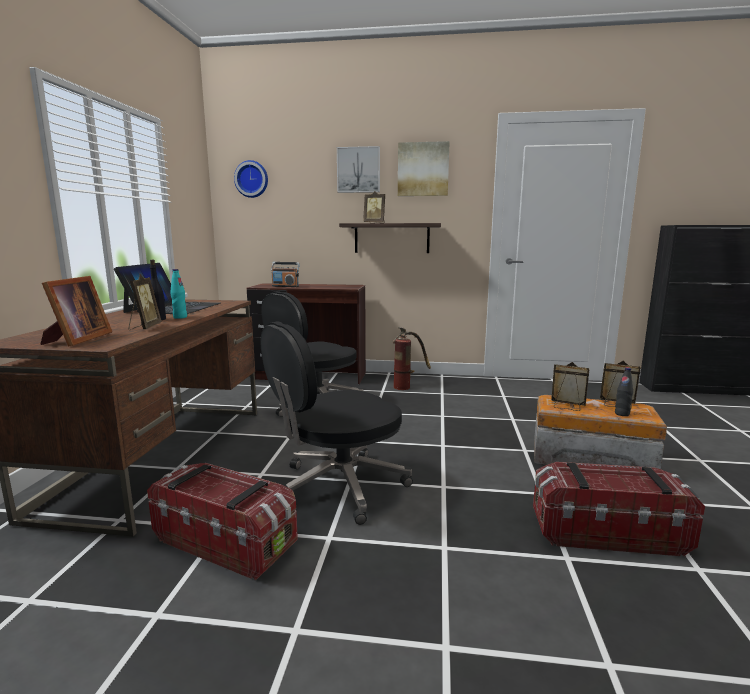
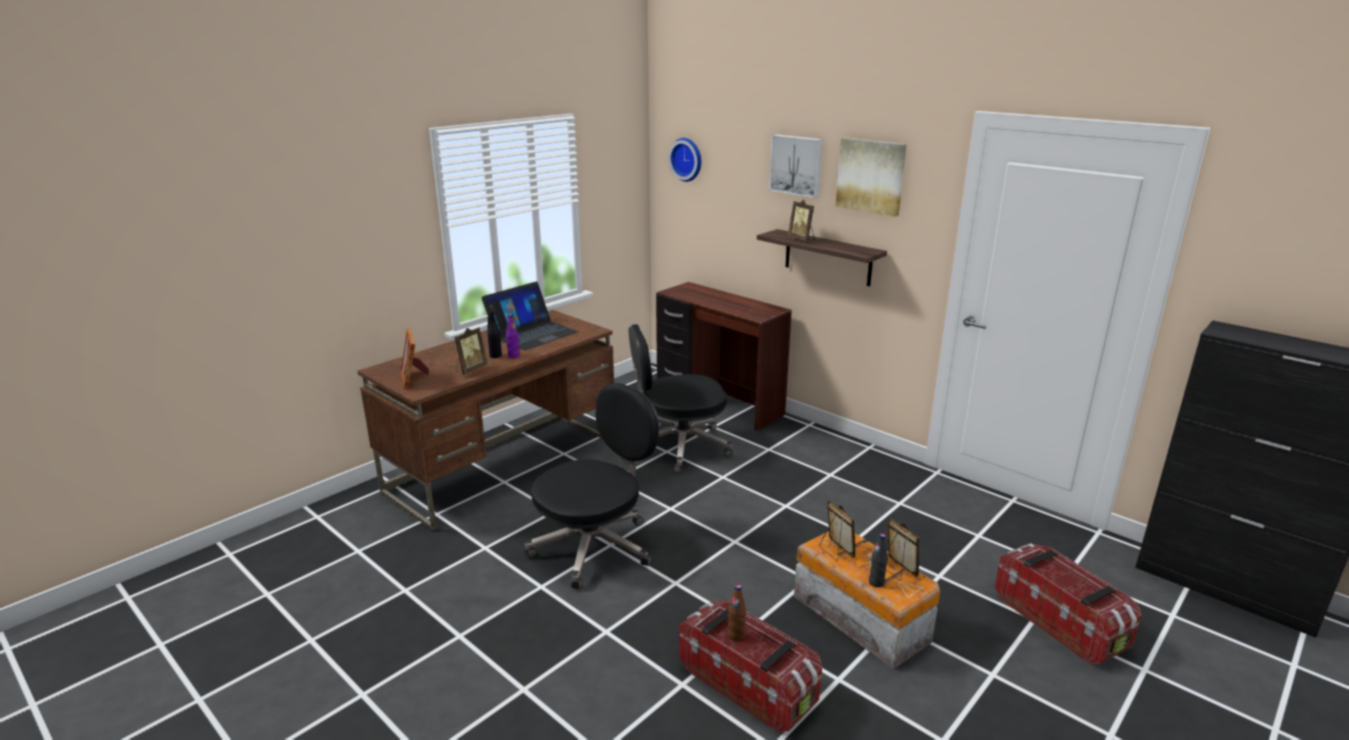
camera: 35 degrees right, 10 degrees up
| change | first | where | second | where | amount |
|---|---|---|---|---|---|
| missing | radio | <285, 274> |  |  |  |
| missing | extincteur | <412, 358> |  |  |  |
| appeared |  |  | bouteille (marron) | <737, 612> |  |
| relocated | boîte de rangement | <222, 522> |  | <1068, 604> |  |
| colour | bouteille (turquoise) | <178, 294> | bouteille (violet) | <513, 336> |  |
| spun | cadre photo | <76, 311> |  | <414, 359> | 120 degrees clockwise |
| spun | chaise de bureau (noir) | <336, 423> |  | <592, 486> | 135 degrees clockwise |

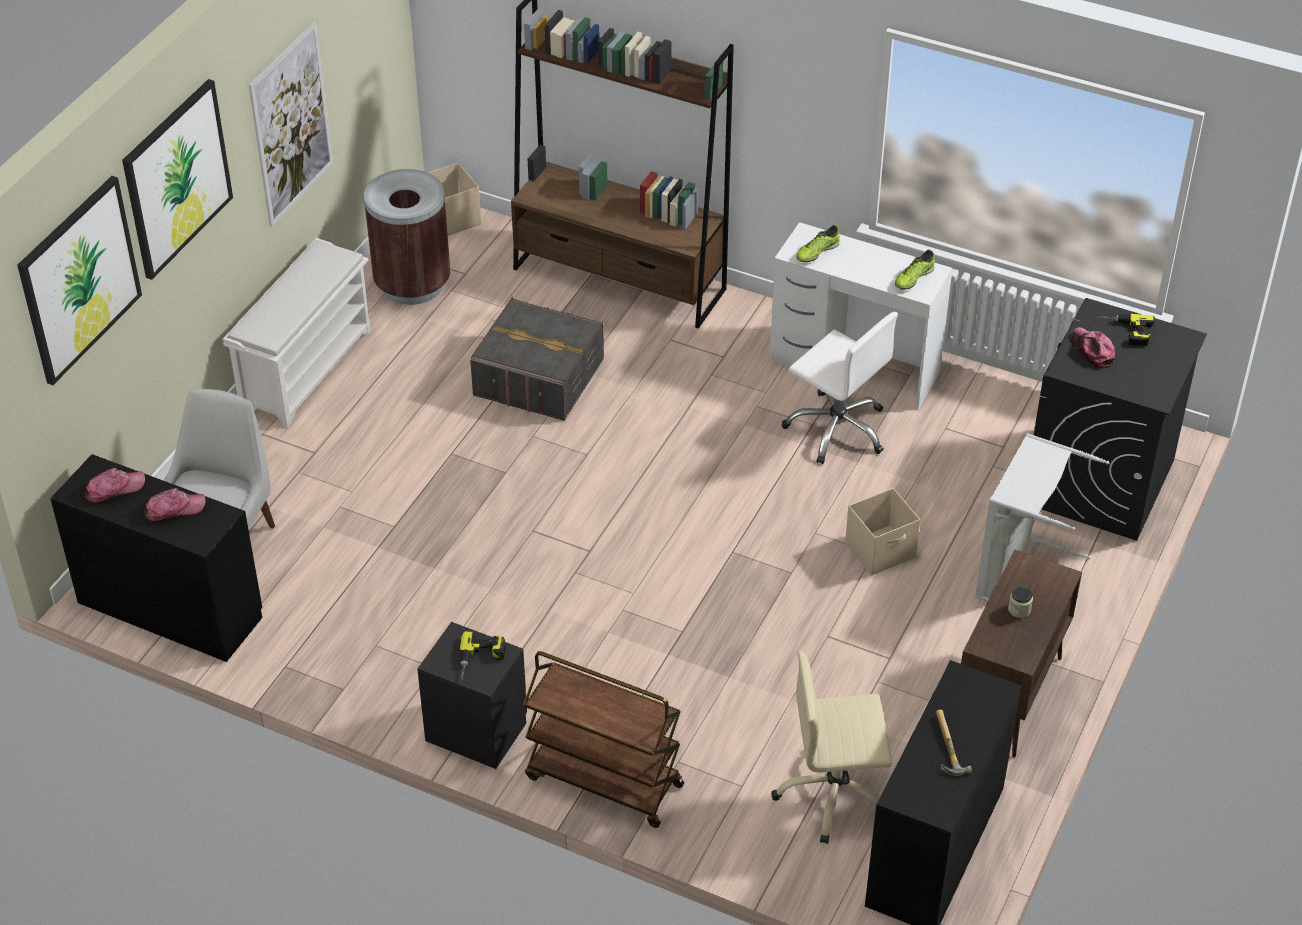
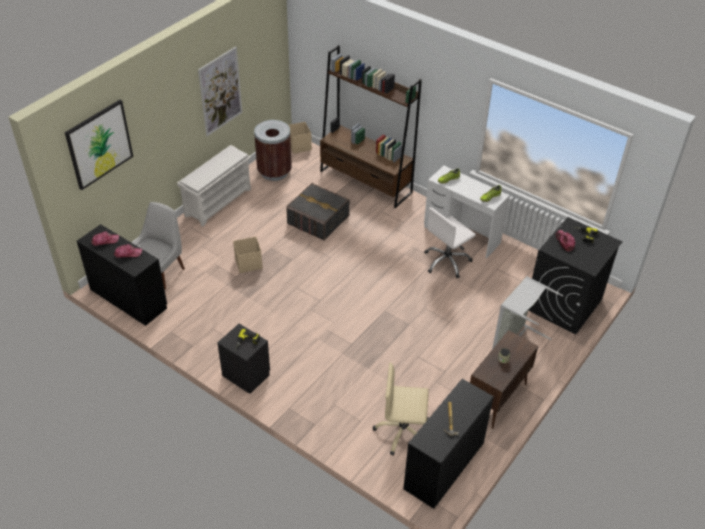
camera: 10 degrees right, 0 degrees up
| change | first | where | second | where | amount |
|---|---|---|---|---|---|
| missing | tableau | <177, 179> |  |  |  |
| missing | chariot (marron) | <603, 739> |  |  |  |
| relocated | boîte de rangement (beige) | <882, 532> |  | <248, 255> |  |
| spun | chaise de bureau (blanc) | <840, 388> |  | <450, 242> | 90 degrees clockwise |

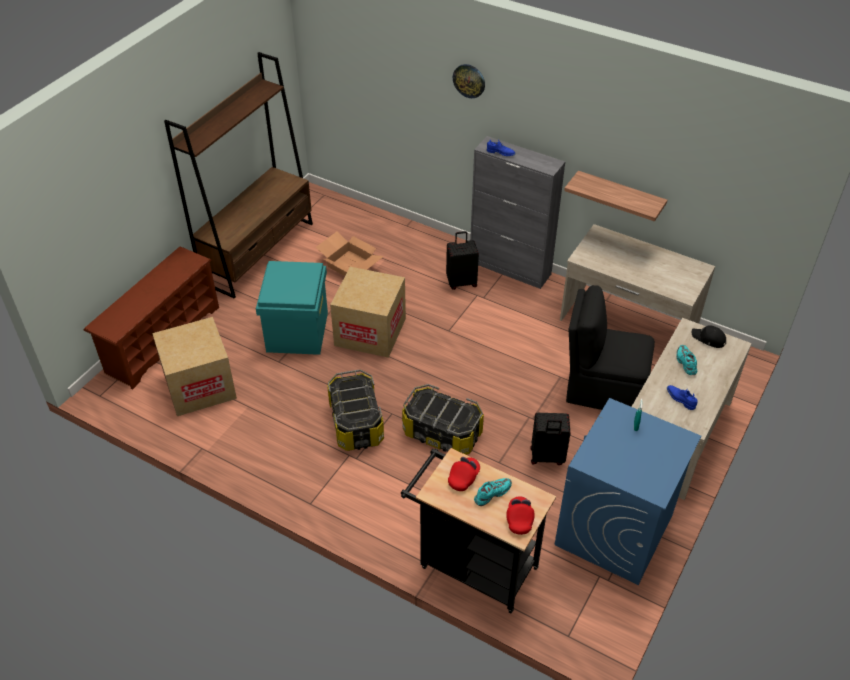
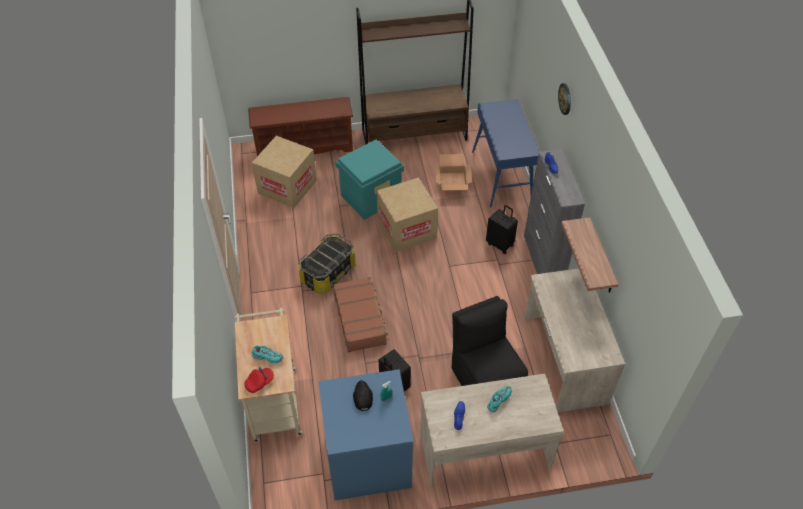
camera: 50 degrees right, 5 degrees up
| change | first | where | second | where | amount |
|---|---|---|---|---|---|
| missing | casquette (rouge) | <464, 474> |  |  |  |
| appeared |  |  | table console (bleu) | <505, 153> |  |
| relocated | casquette (noir) | <709, 337> |  | <363, 395> |  |
| exchanged | boîte de rangement | <443, 419> | valise (marron) | <360, 314> |  |
| colour | chariot (noir) | <478, 530> | chariot (beige) | <269, 375> |  |

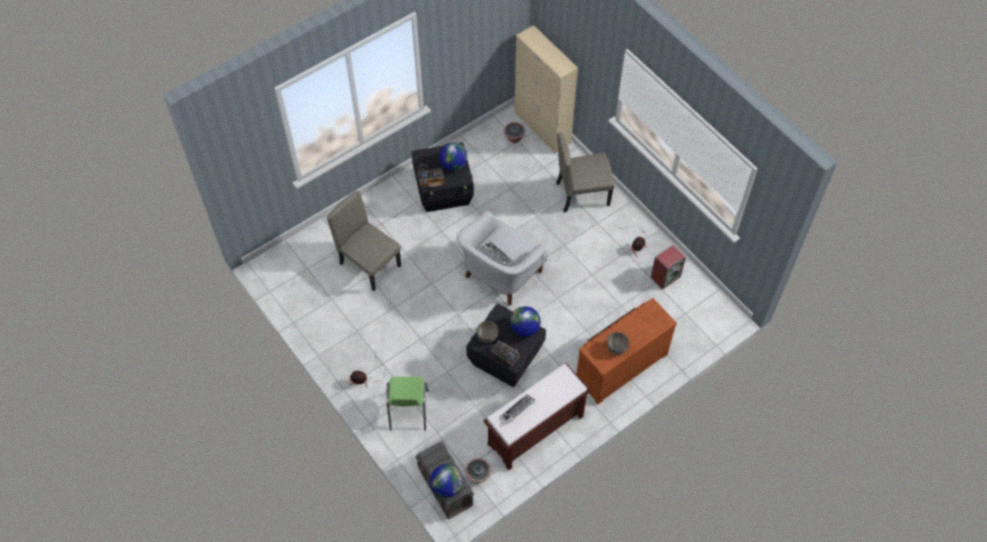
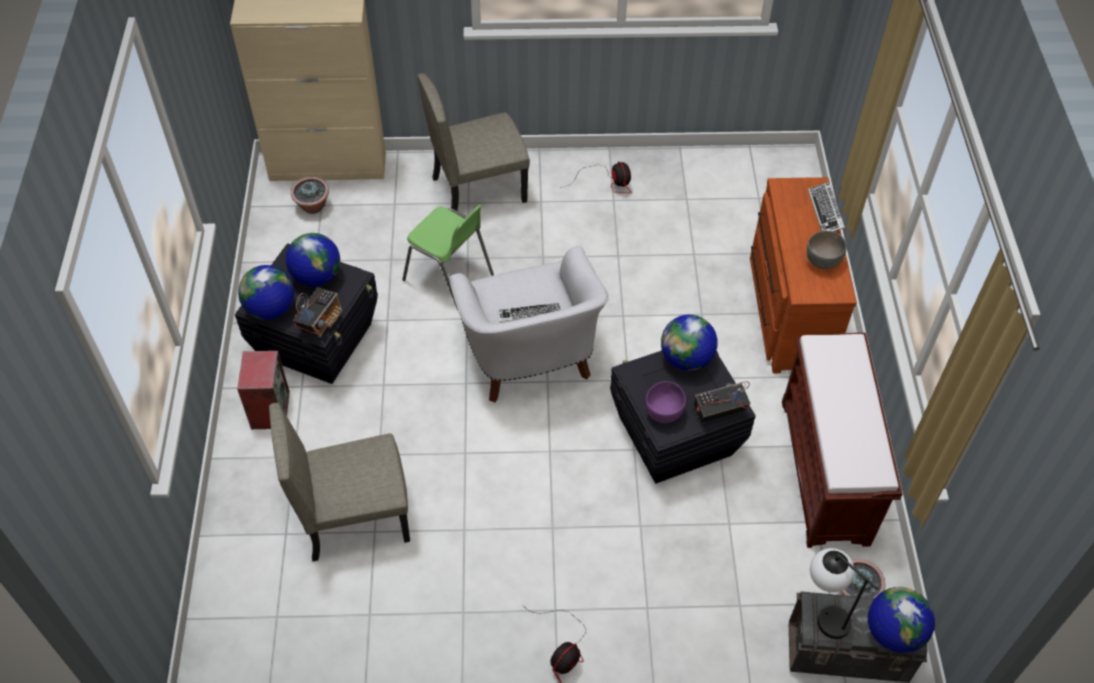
camera: 55 degrees left, 5 degrees down
| change | first | where | second | where | amount |
|---|---|---|---|---|---|
| appeared |  |  | globe | <266, 292> |  |
| appeared |  |  | lampe de table | <844, 593> |  |
| relocated | chaise (vert) | <407, 404> |  | <448, 257> |  |
| relocated | clavier | <517, 409> |  | <826, 207> |  |
| relocated | enceinte | <668, 267> |  | <263, 390> |  |
| colour | bol (gris) | <487, 332> | bol (violet) | <666, 402> |  |
| spun | chaise (beige) | <585, 172> |  | <473, 141> | 45 degrees clockwise |

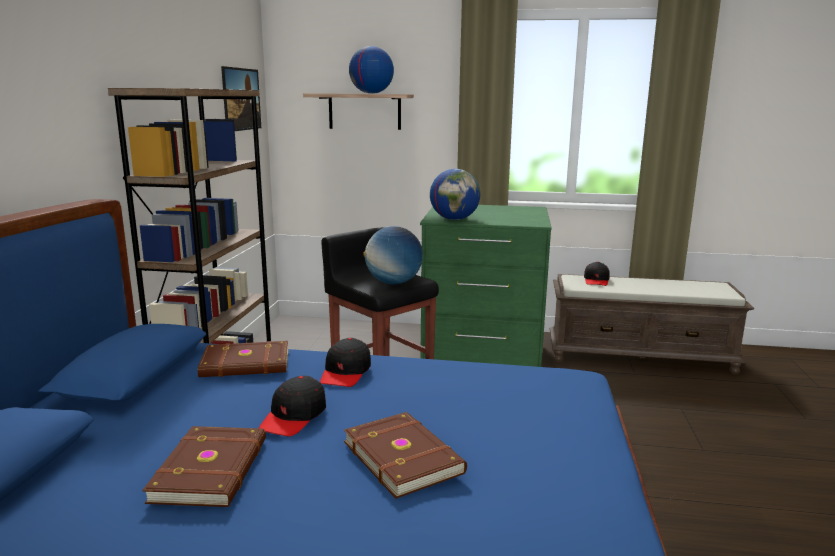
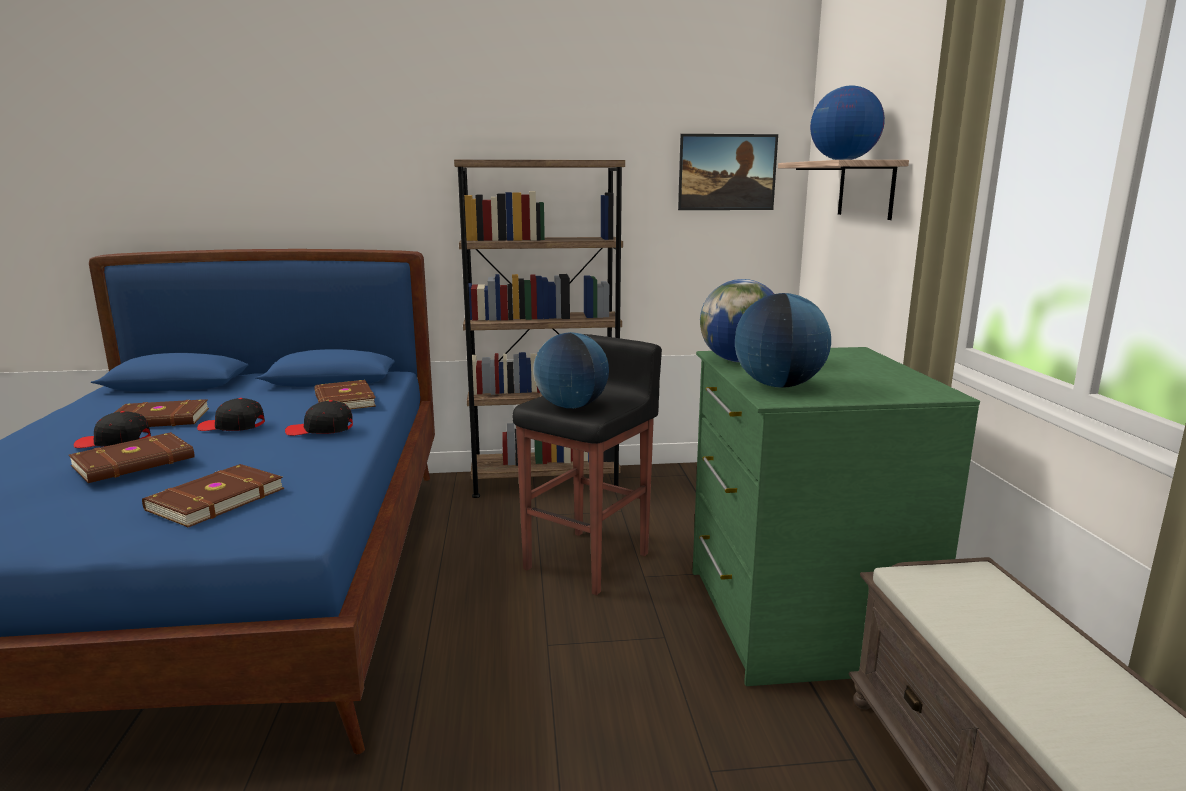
camera: 75 degrees right, 0 degrees up
| change | first | where | second | where | amount |
|---|---|---|---|---|---|
| appeared |  |  | livre (marron) | <213, 496> |  |
| appeared |  |  | globe | <783, 340> |  |
| relocated | casquette (noir) | <597, 274> |  | <112, 429> |  |

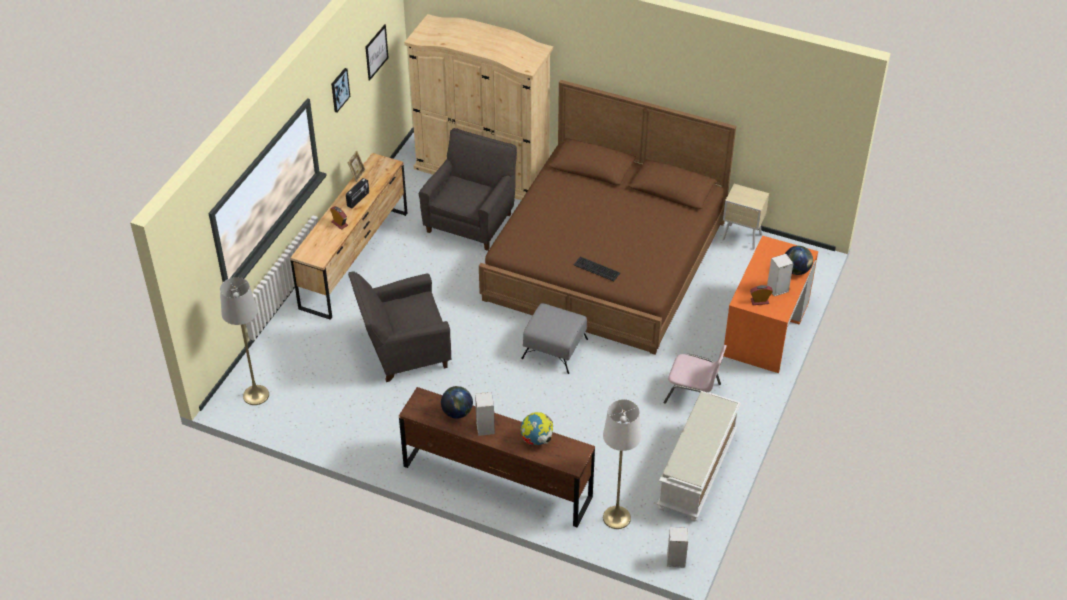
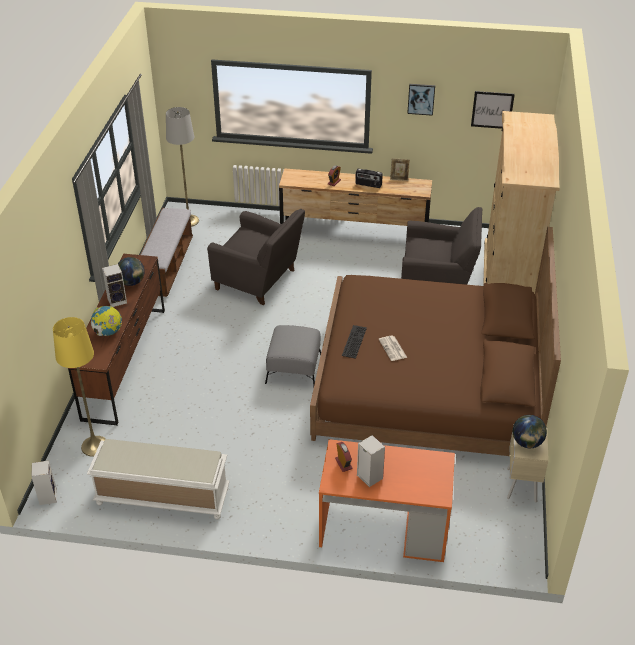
camera: 75 degrees right, 5 degrees down
| change | first | where | second | where | amount |
|---|---|---|---|---|---|
| missing | chaise (rose) | <695, 374> |  |  |  |
| appeared |  |  | banc | <166, 252> |  |
| appeared |  |  | journal | <393, 348> |  |
| relocated | globe | <799, 260> |  | <529, 431> |  |
| colour | lampadaire (blanc) | <622, 464> | lampadaire (jaune) | <79, 386> |  |
| spun | fauteuil (gris) | <399, 326> |  | <256, 257> | 150 degrees clockwise |

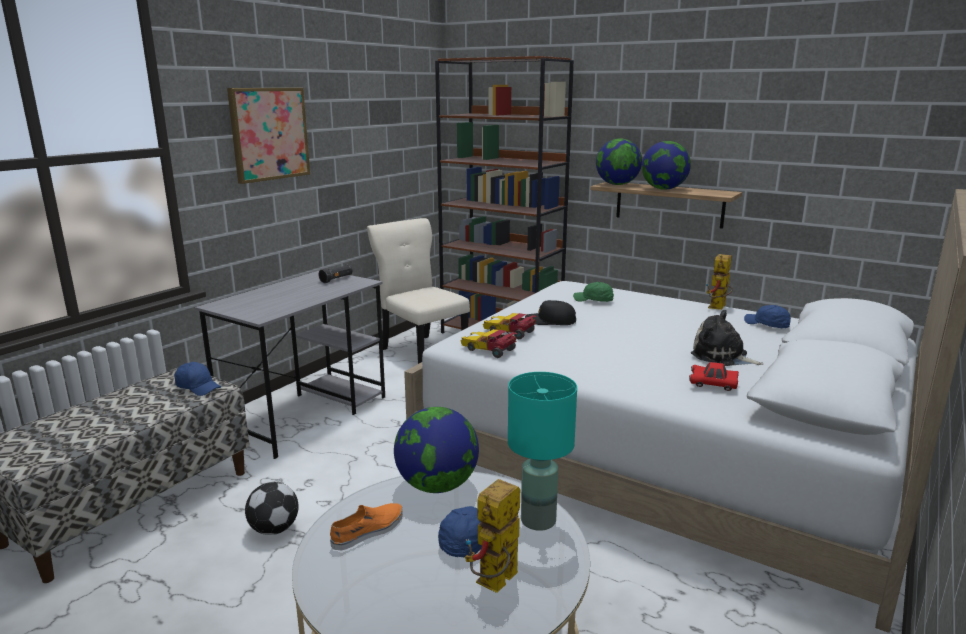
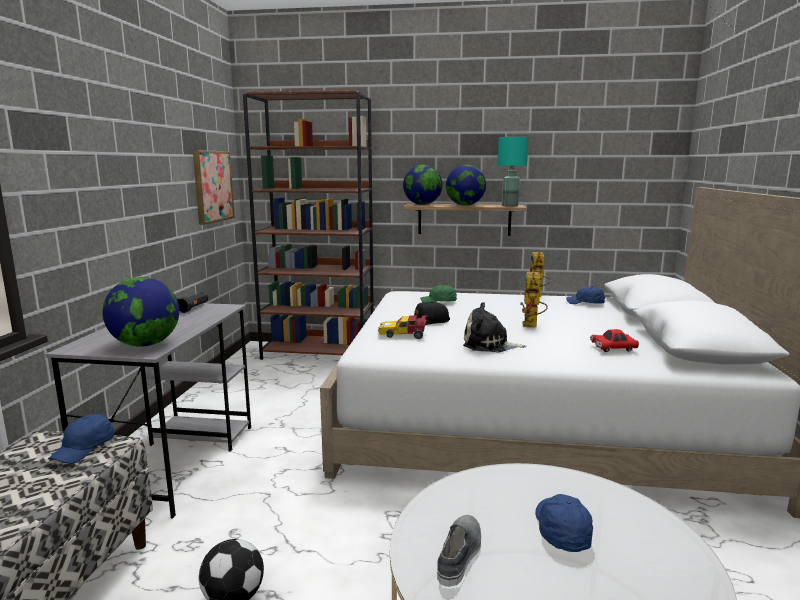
camera: 25 degrees left, 5 degrees down
| change | first | where | second | where | amount |
|---|---|---|---|---|---|
| missing | chaise (beige) | <418, 291> |  |  |  |
| missing | petite voiture | <489, 343> |  |  |  |
| relocated | tableau | <268, 136> |  | <214, 187> |  |
| relocated | globe | <436, 450> |  | <140, 312> |  |
| relocated | robot jouet | <492, 536> |  | <534, 300> |  |
| relocated | lampe de table (turquoise) | <542, 451> |  | <512, 172> |  |
| relocated | peluche | <727, 338> |  | <494, 327> |  |
| colour | chaussure (orange) | <366, 526> | chaussure (gris) | <459, 551> |  |
| spun | casquette (bleu) | <198, 379> |  | <81, 439> | 105 degrees clockwise |

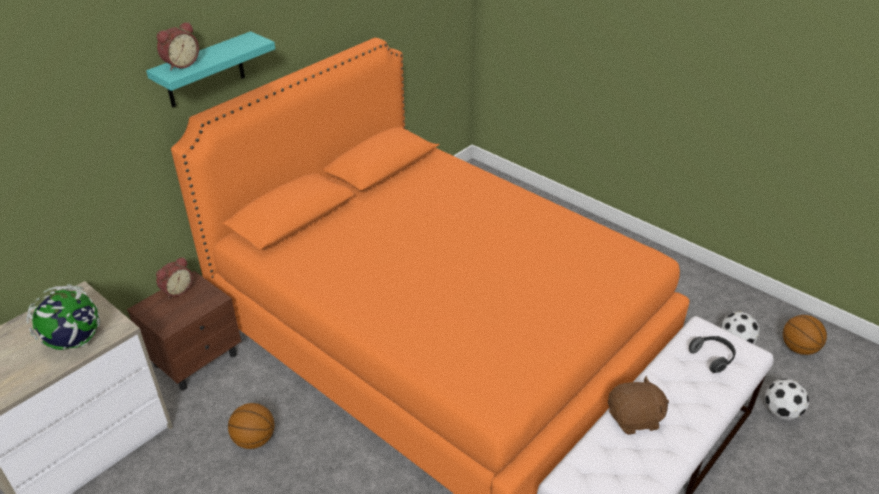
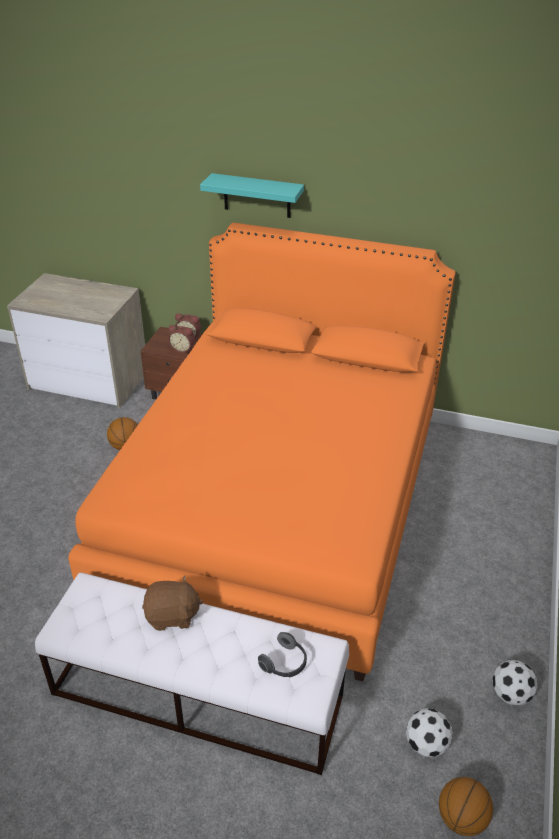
camera: 65 degrees right, 0 degrees up
| change | first | where | second | where | amount |
|---|---|---|---|---|---|
| missing | globe | <63, 317> |  |  |  |
| relocated | réveil | <178, 46> |  | <181, 339> |  |
| relocated | ballon de foot | <787, 399> |  | <515, 683> |  |
| spun | peluche (marron) | <638, 405> |  | <172, 603> | 60 degrees counterclockwise |

